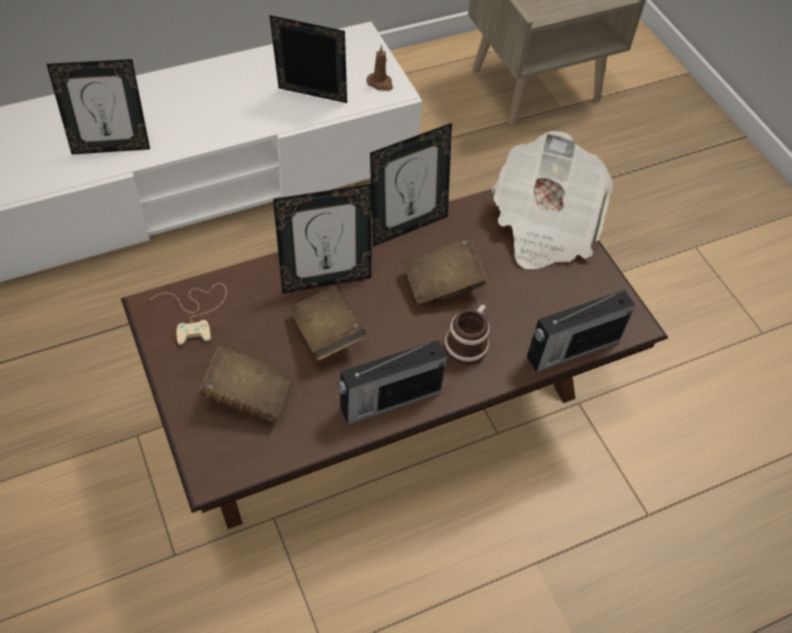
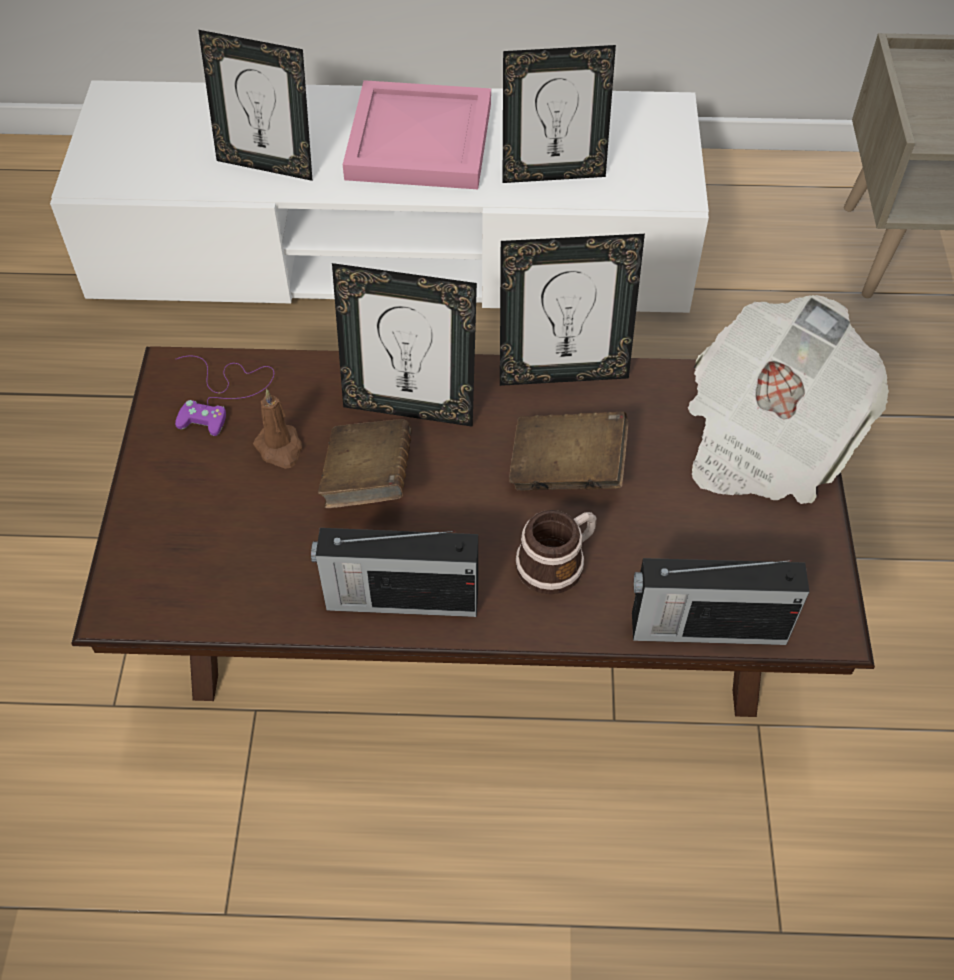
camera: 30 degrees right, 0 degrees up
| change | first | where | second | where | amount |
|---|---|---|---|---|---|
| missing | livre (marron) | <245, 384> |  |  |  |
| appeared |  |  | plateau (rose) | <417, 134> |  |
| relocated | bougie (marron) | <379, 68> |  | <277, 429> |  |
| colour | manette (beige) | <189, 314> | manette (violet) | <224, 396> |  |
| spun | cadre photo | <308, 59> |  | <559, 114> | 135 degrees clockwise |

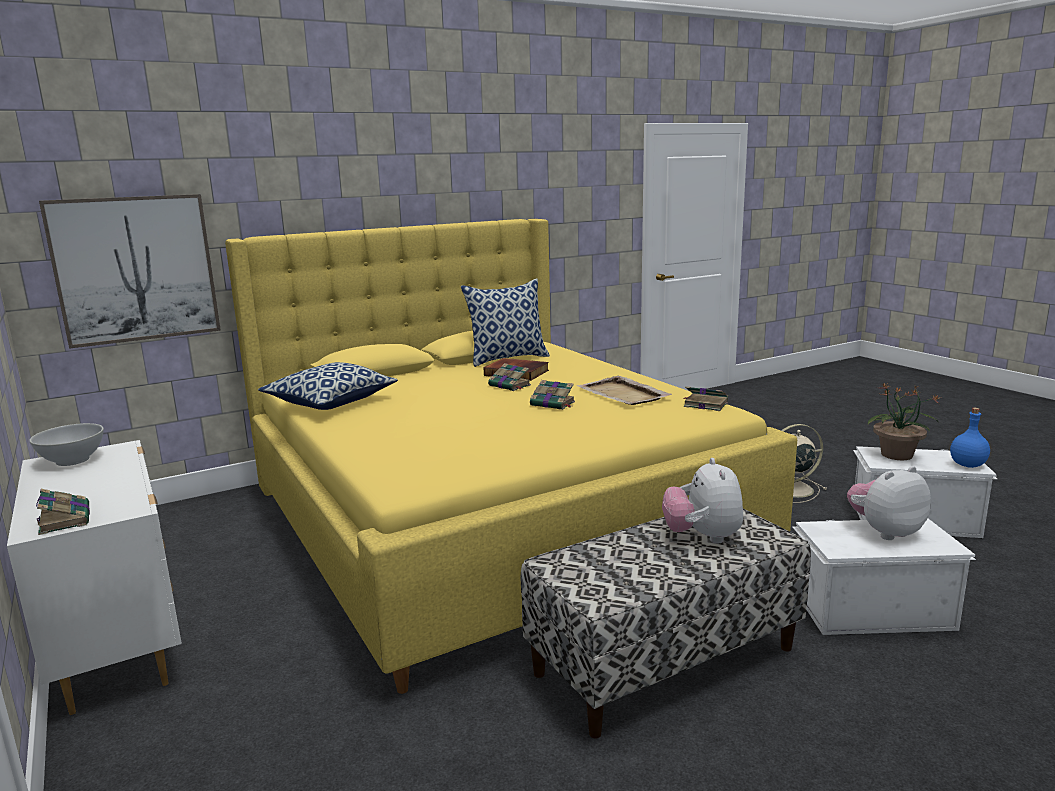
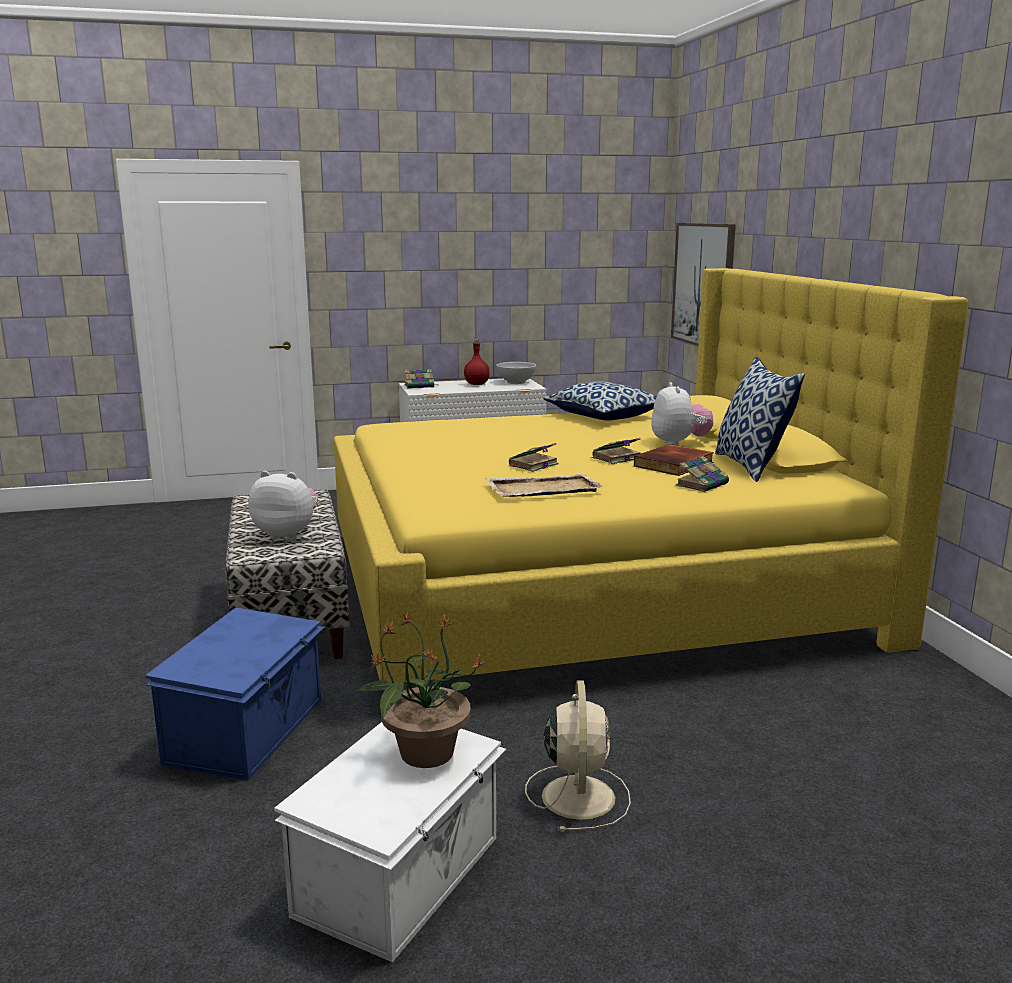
camera: 105 degrees right, 0 degrees up
| change | first | where | second | where | amount |
|---|---|---|---|---|---|
| missing | bouteille (bleu) | <970, 438> |  |  |  |
| appeared |  |  | bouteille (rouge) | <477, 362> |  |
| relocated | livre | <705, 398> |  | <702, 474> |  |
| relocated | peluche | <889, 503> |  | <682, 414> |  |
| colour | boîte de rangement (blanc) | <884, 577> | boîte de rangement (bleu) | <235, 694> |  |

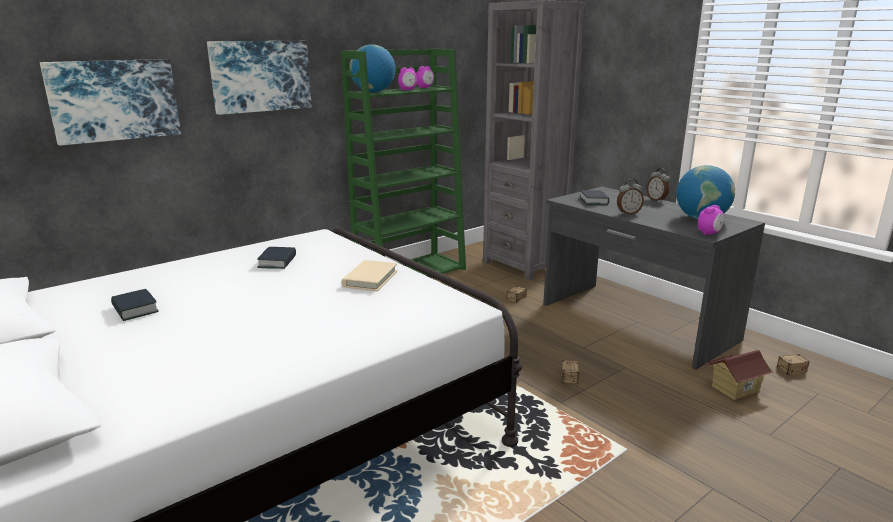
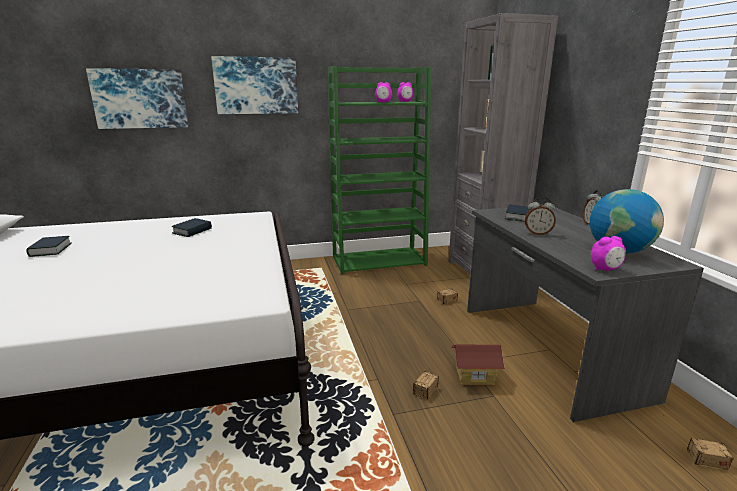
camera: 25 degrees right, 0 degrees up
| change | first | where | second | where | amount |
|---|---|---|---|---|---|
| missing | livre (beige) | <369, 275> |  |  |  |
| missing | globe | <372, 68> |  |  |  |
| relocated | maison miniature | <739, 375> |  | <478, 365> |  |

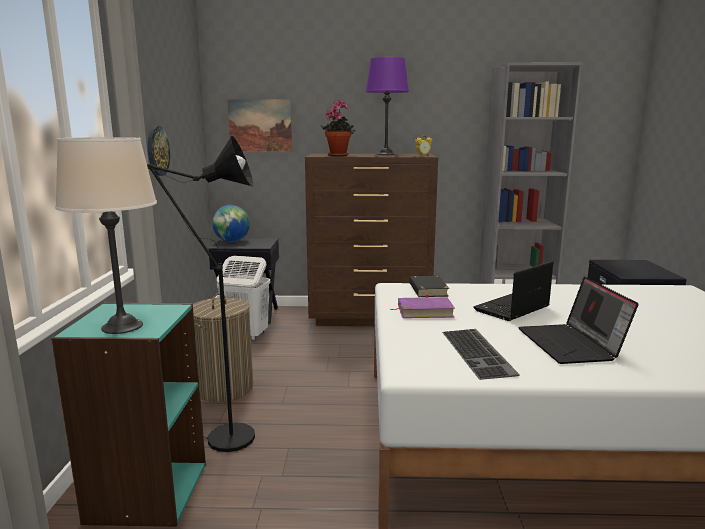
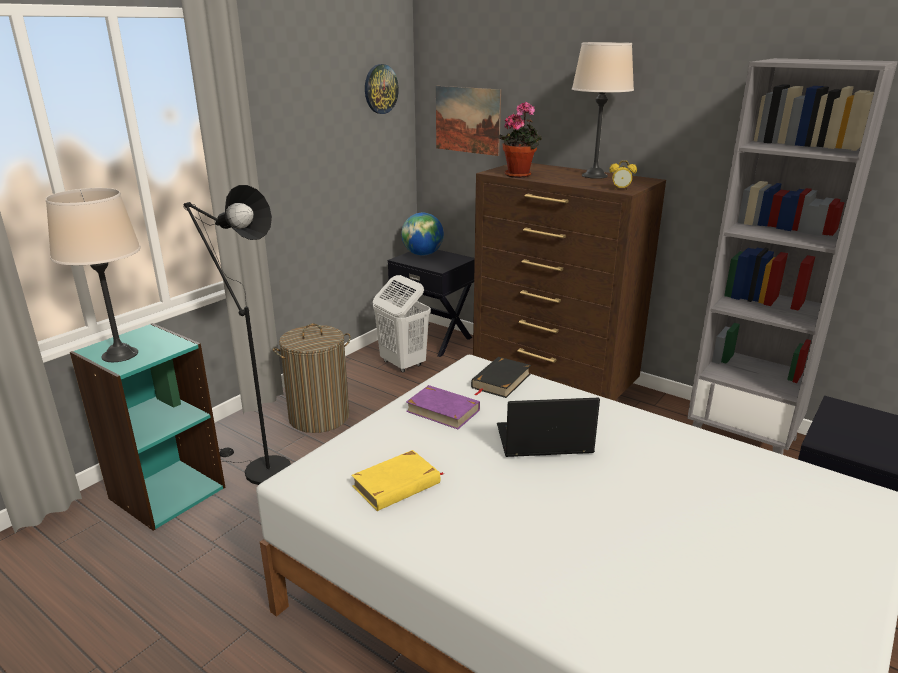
camera: 35 degrees right, 10 degrees up
| change | first | where | second | where | amount |
|---|---|---|---|---|---|
| missing | ordinateur portable | <578, 320> |  |  |  |
| relocated | horloge murale | <159, 151> |  | <382, 89> |  |
| exchanged | clavier | <481, 354> | livre (jaune) | <397, 480> |  |
| colour | lampe de table (violet) | <387, 106> | lampe de table (beige) | <603, 110> |  |

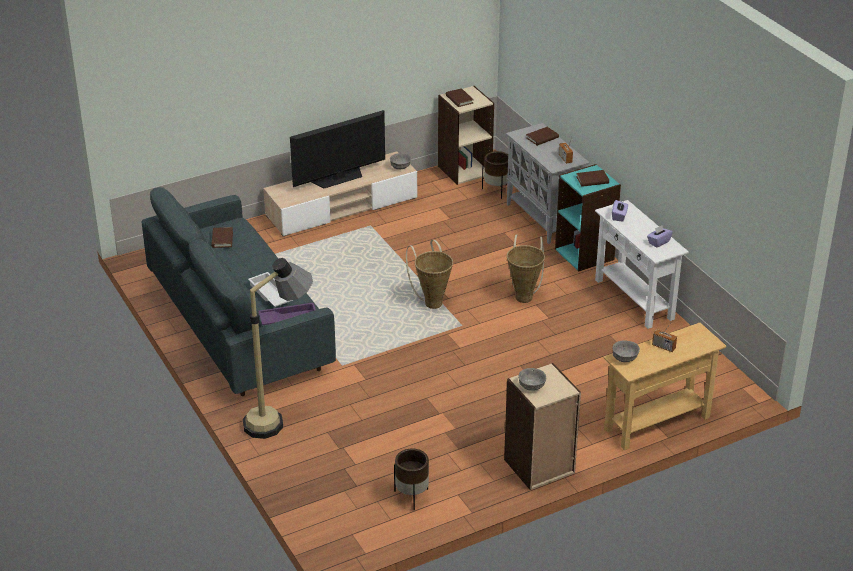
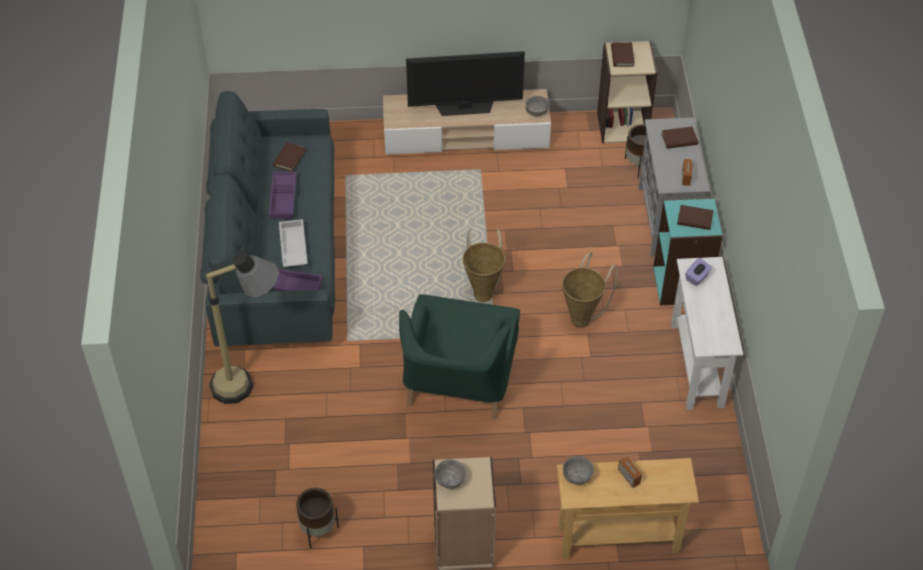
camera: 25 degrees right, 15 degrees up
| change | first | where | second | where | amount |
|---|---|---|---|---|---|
| missing | boîte à mouchoirs (violet) | <660, 236> |  |  |  |
| appeared |  |  | plateau (violet) | <283, 195> |  |
| appeared |  |  | fauteuil (vert) | <459, 357> |  |

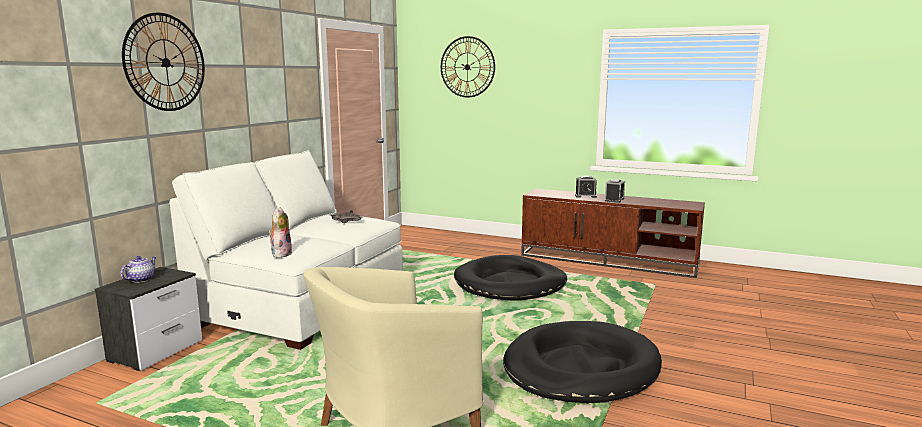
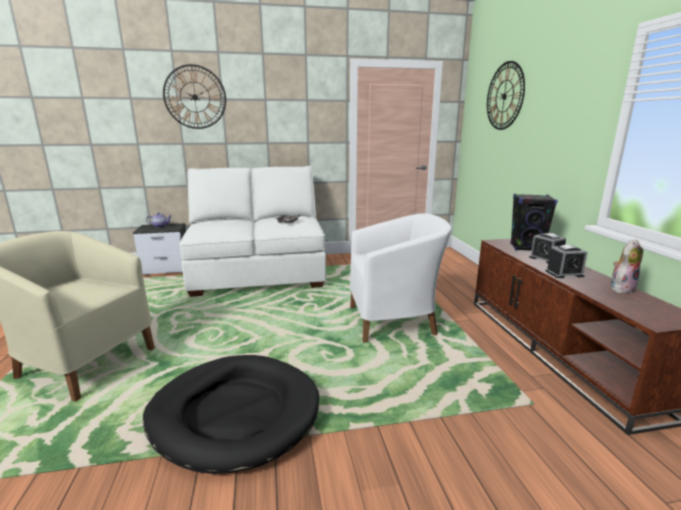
camera: 55 degrees right, 5 degrees up
| change | first | where | second | where | amount |
|---|---|---|---|---|---|
| appeared |  |  | enceinte (noir) | <534, 222> |  |
| relocated | peluche | <280, 232> |  | <627, 266> |  |
| exchanged | panier pour chien (noir) | <510, 278> | fauteuil (blanc) | <401, 277> |  |

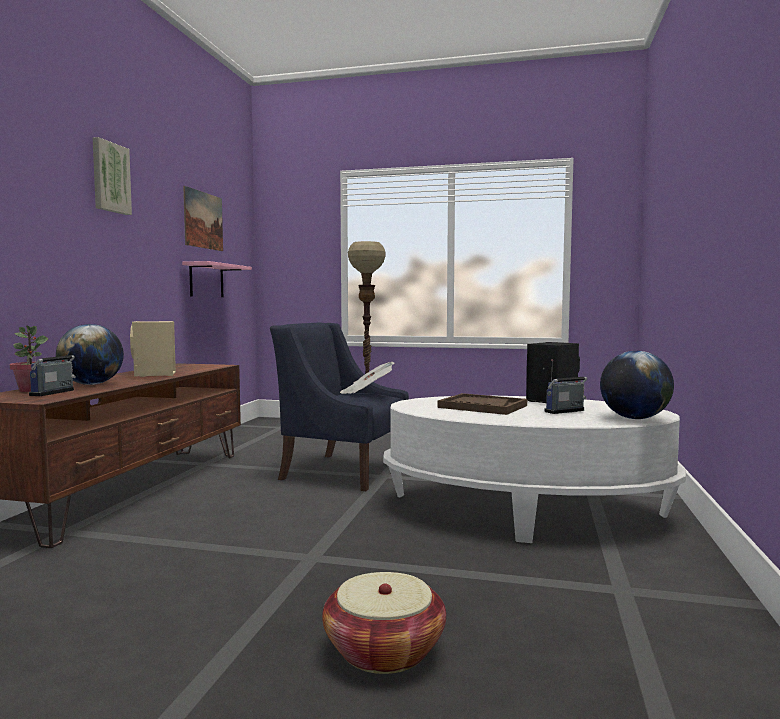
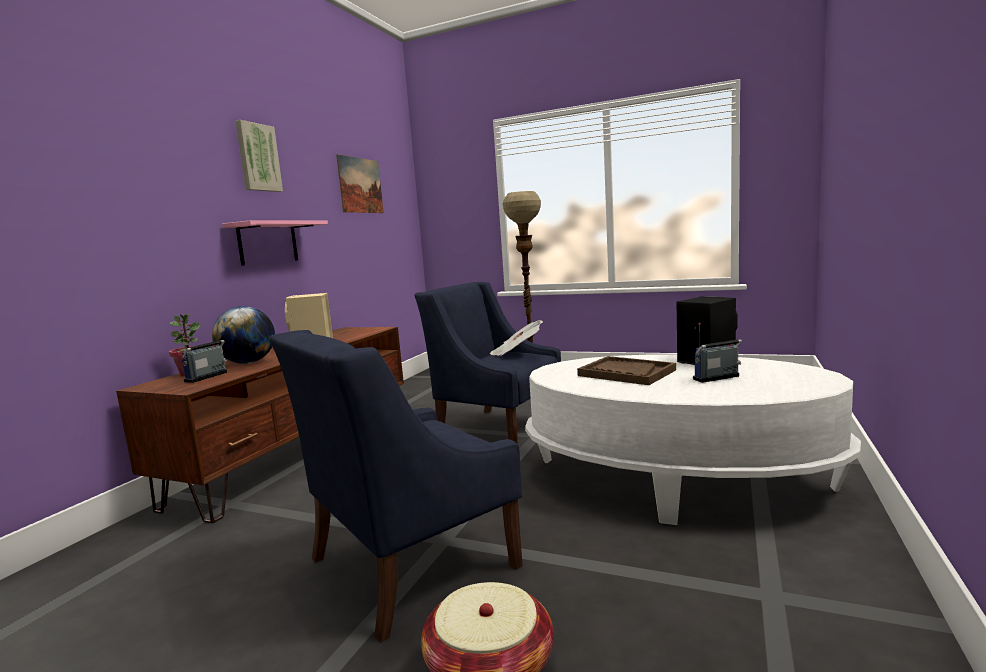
camera: 10 degrees right, 5 degrees up
| change | first | where | second | where | amount |
|---|---|---|---|---|---|
| missing | globe | <637, 385> |  |  |  |
| appeared |  |  | fauteuil (bleu) | <396, 486> |  |
| relocated | étagère (rose) | <217, 279> |  | <275, 243> |  |

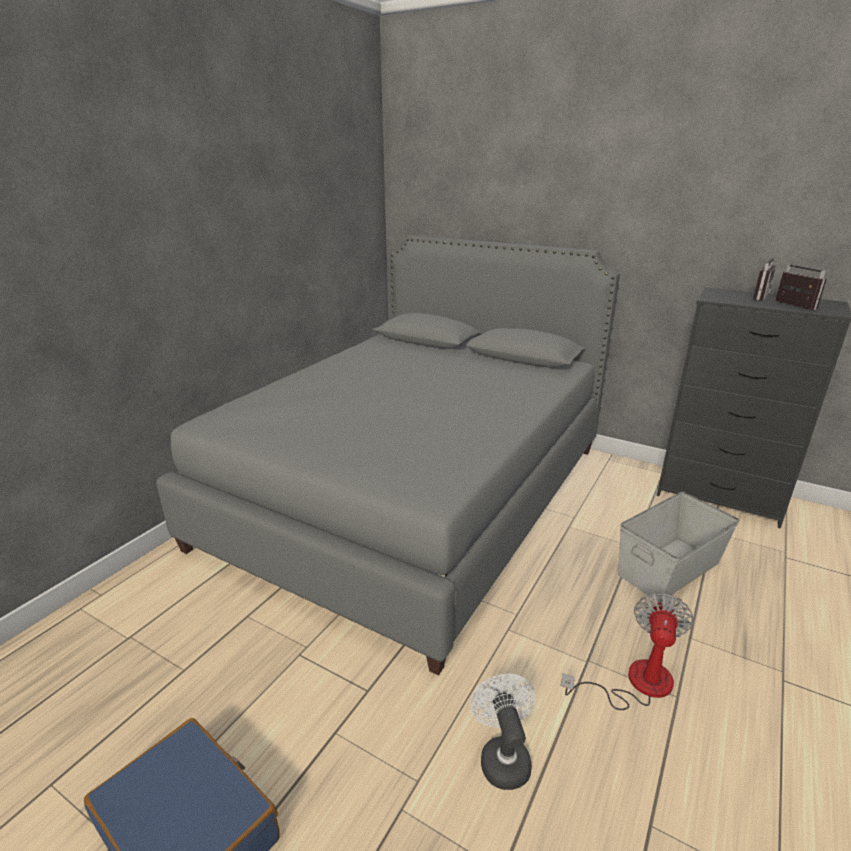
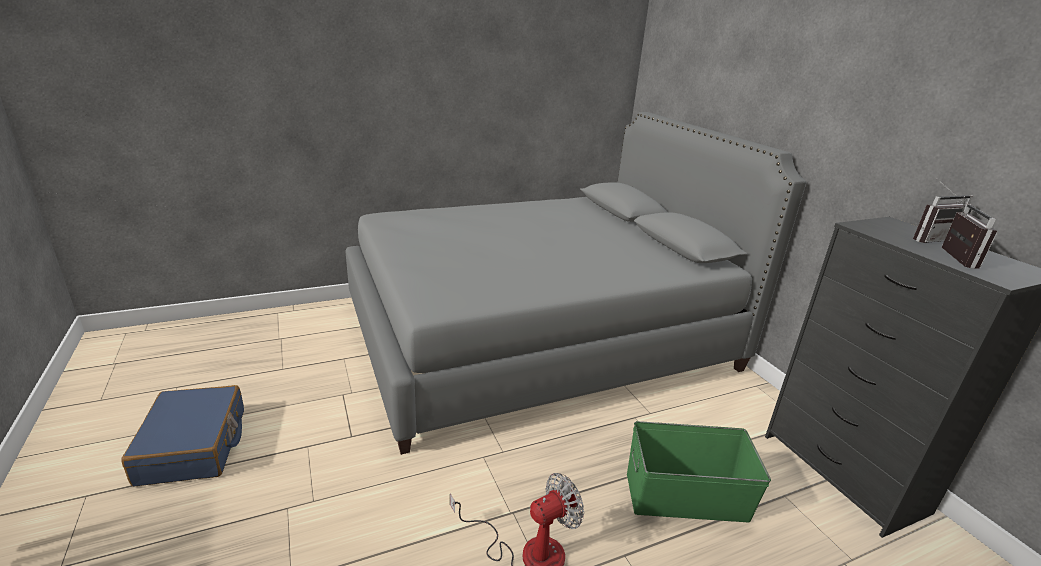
camera: 35 degrees right, 0 degrees up
| change | first | where | second | where | amount |
|---|---|---|---|---|---|
| missing | ventilateur (blanc) | <502, 732> |  |  |  |
| colour | boîte de rangement (gris) | <679, 547> | boîte de rangement (vert) | <699, 471> |  |

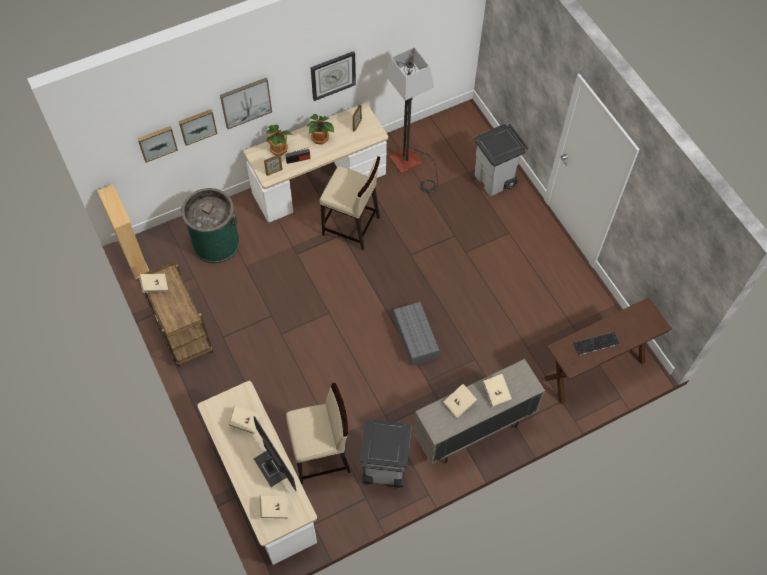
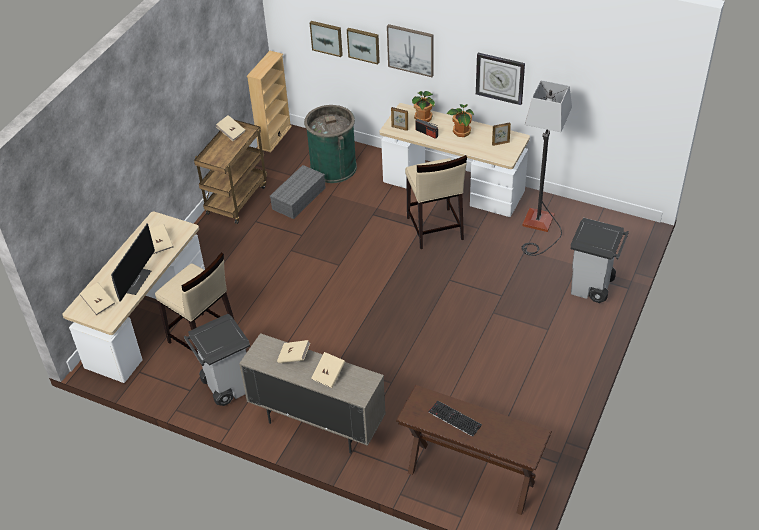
camera: 55 degrees right, 15 degrees down
| change | first | where | second | where | amount |
|---|---|---|---|---|---|
| relocated | boîte de rangement (gris) | <416, 334> |  | <298, 192> |  |

